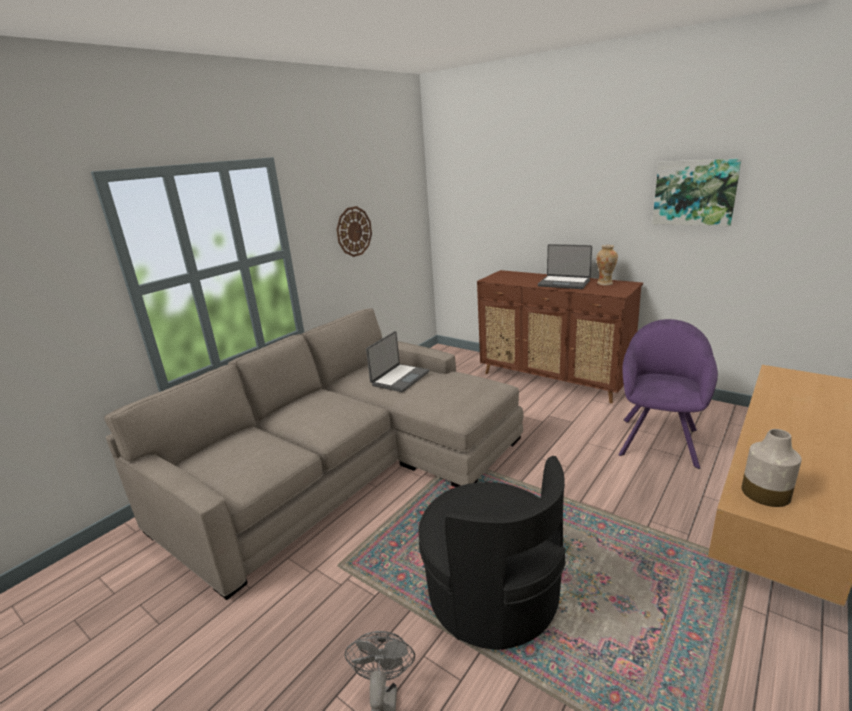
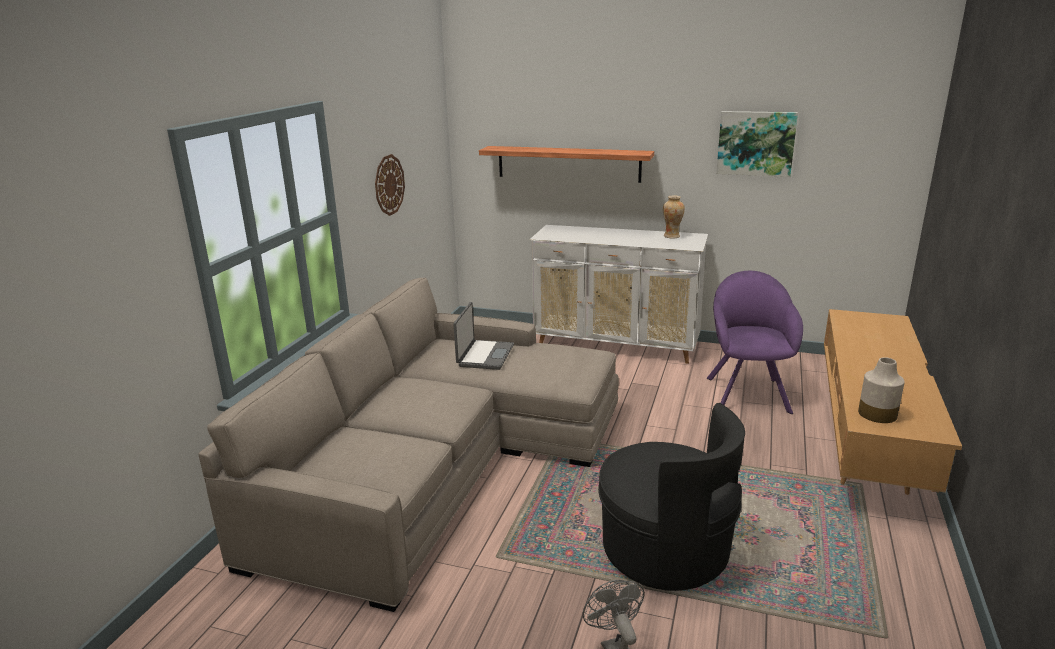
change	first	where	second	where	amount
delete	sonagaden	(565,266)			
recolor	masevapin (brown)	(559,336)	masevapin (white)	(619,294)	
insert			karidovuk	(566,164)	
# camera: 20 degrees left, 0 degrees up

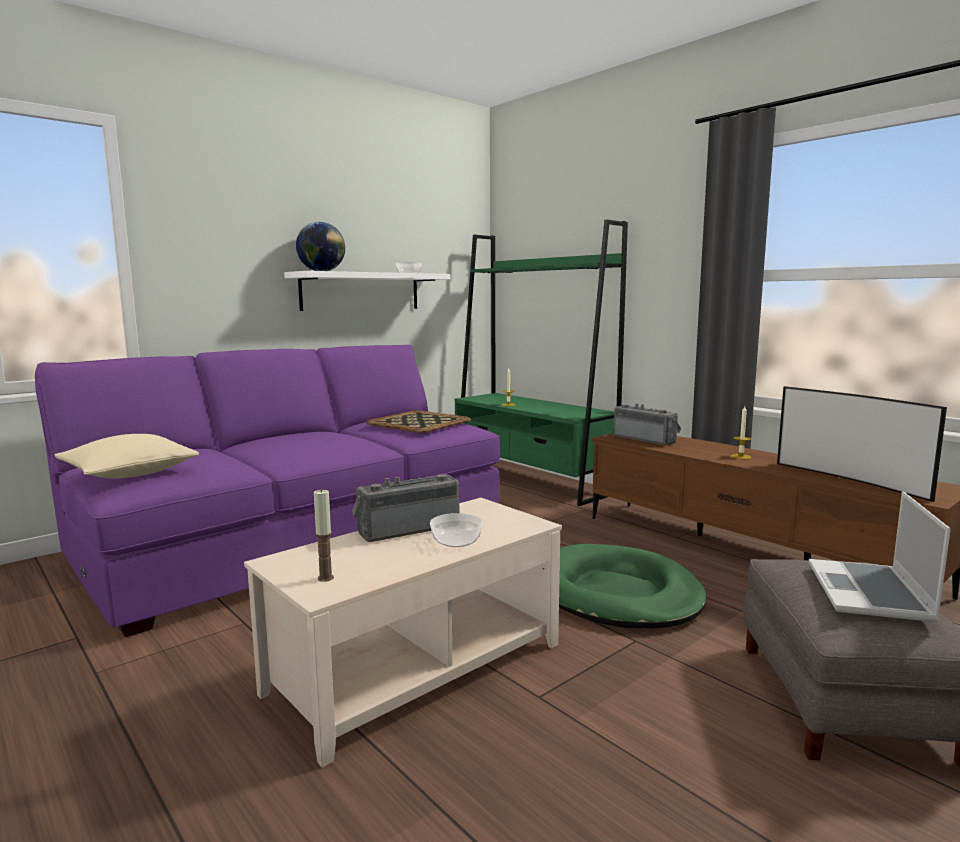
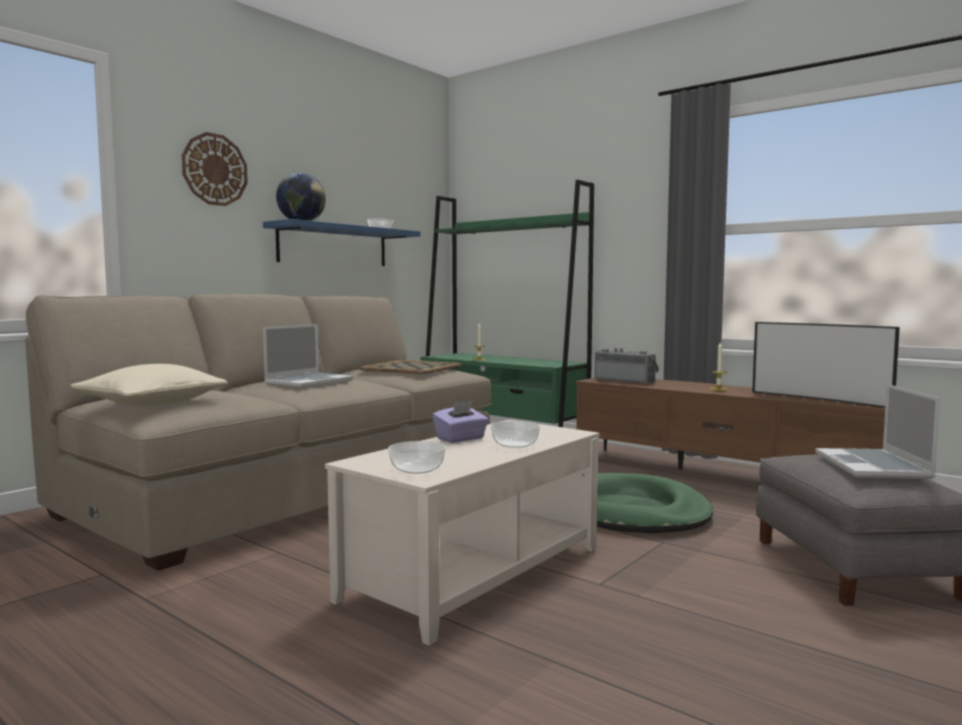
change	first	where	second	where	amount
recolor	karidovuk (white)	(367,291)	karidovuk (blue)	(342,242)	
recolor	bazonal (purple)	(267,491)	bazonal (beige)	(258,432)	
replace	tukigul	(405,508)	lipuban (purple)	(460,421)	
replace	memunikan	(324,535)	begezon	(417,457)	
insert			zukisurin	(215,169)	
insert			sonagaden	(308,356)	
# camera: 10 degrees left, 5 degrees down

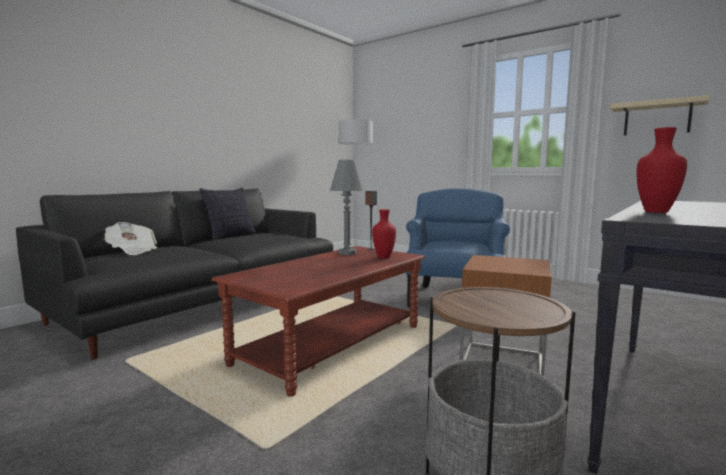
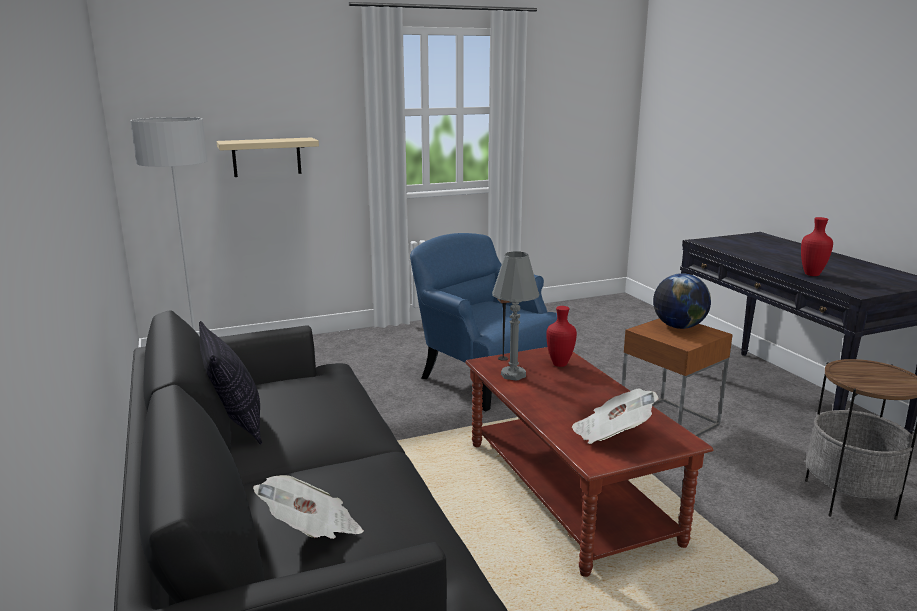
change	first	where	second	where	amount
move	karidovuk (beige)	(660,115)		(267,157)	
insert			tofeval	(682,301)	
insert			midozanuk	(615,416)	
# camera: 60 degrees left, 10 degrees up

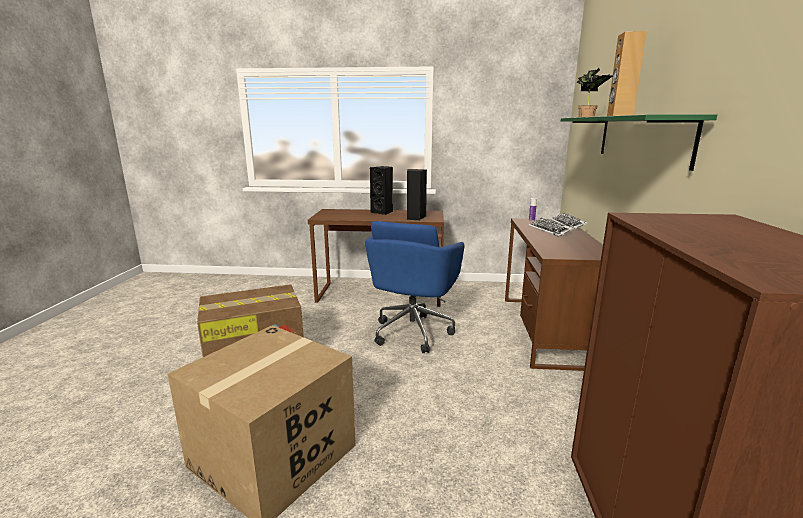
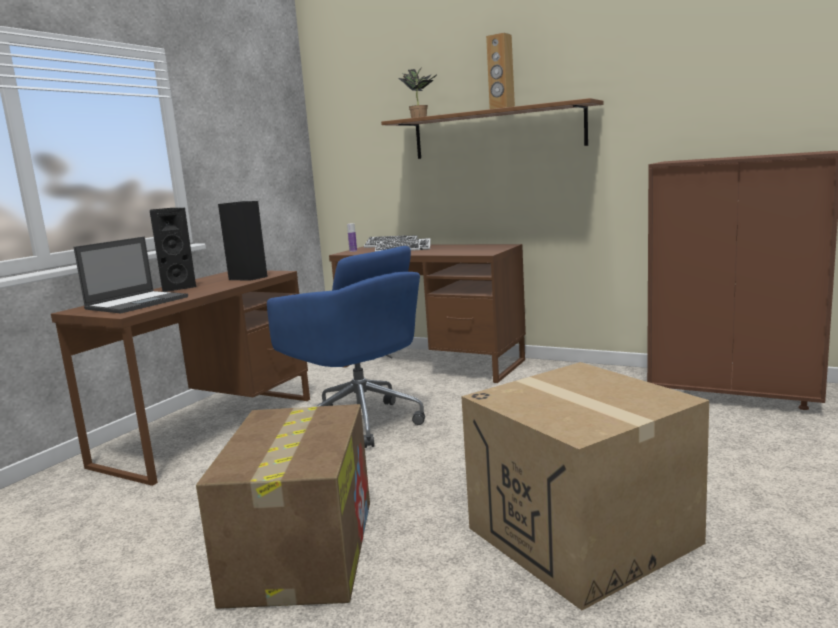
change	first	where	second	where	amount
recolor	karidovuk (green)	(639,142)	karidovuk (brown)	(492,128)	
insert			sonagaden	(131,275)	
# camera: 65 degrees left, 5 degrees down

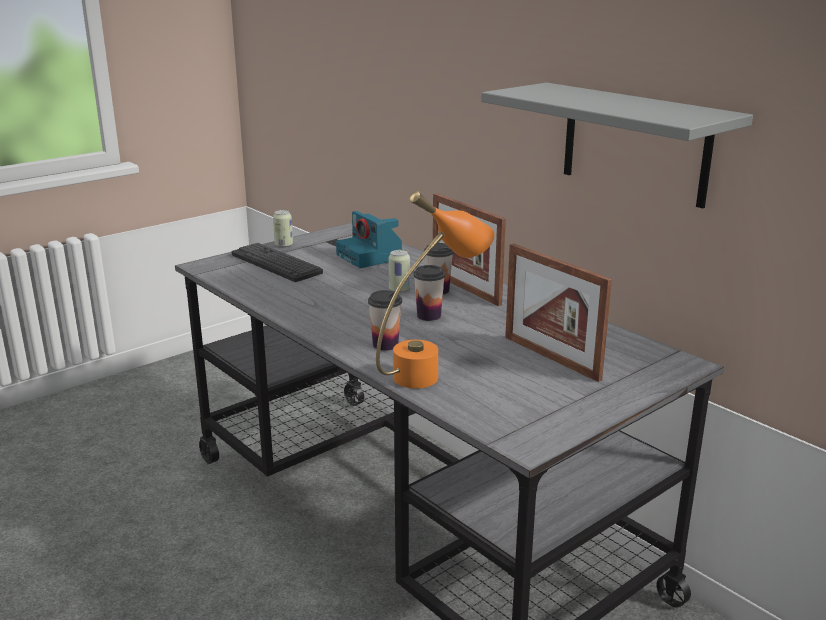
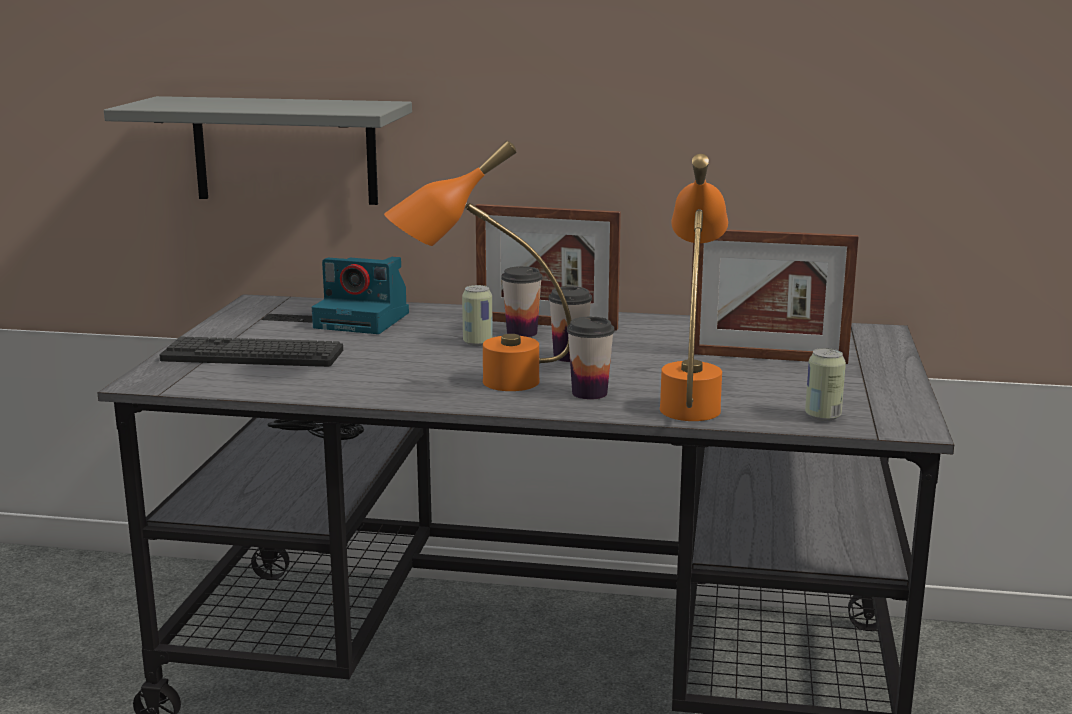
change	first	where	second	where	amount
move	karidovuk (grey)	(617,145)		(258,150)	
move	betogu	(283,229)		(825,384)	
insert			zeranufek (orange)	(477,266)	
# camera: 40 degrees left, 5 degrees down

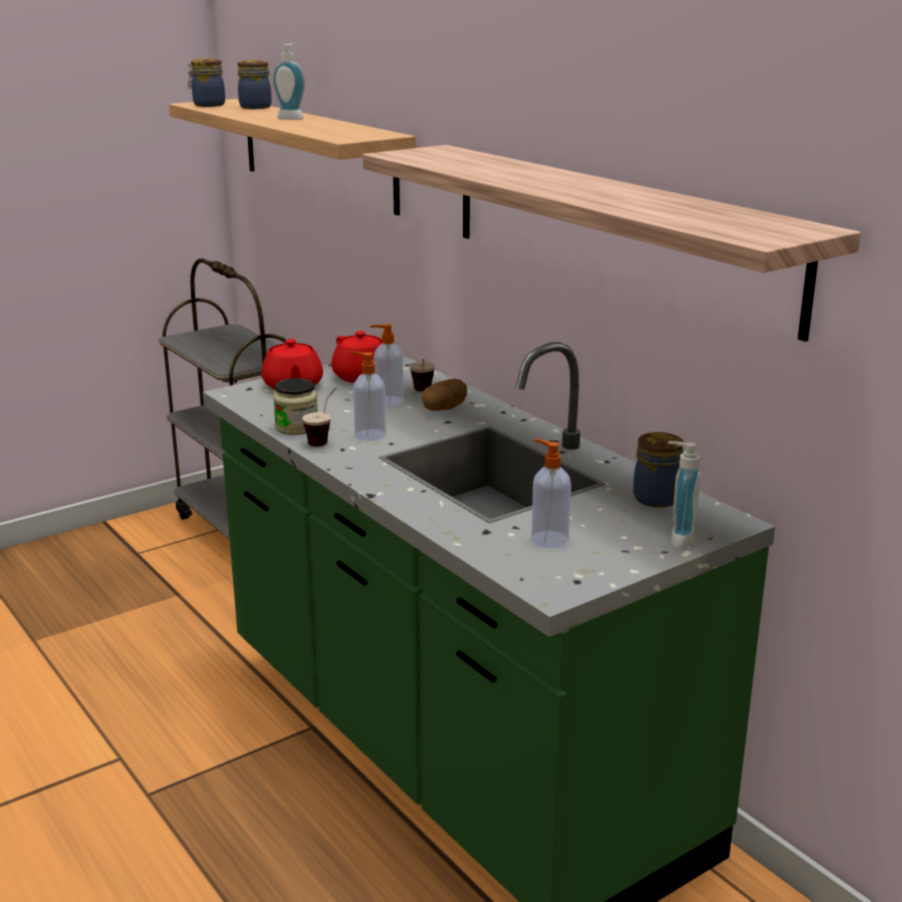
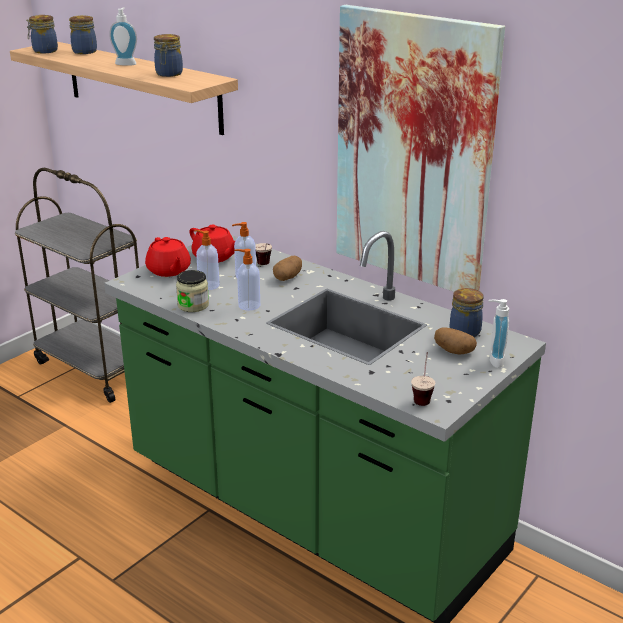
change	first	where	second	where	amount
replace	karidovuk	(612,243)	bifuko	(420,148)	
move	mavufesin	(319,416)		(423,379)	
move	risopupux	(551,493)		(207,260)	
insert			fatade	(168,55)	
insert			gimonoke	(455,340)	
# camera: 15 degrees left, 5 degrees up

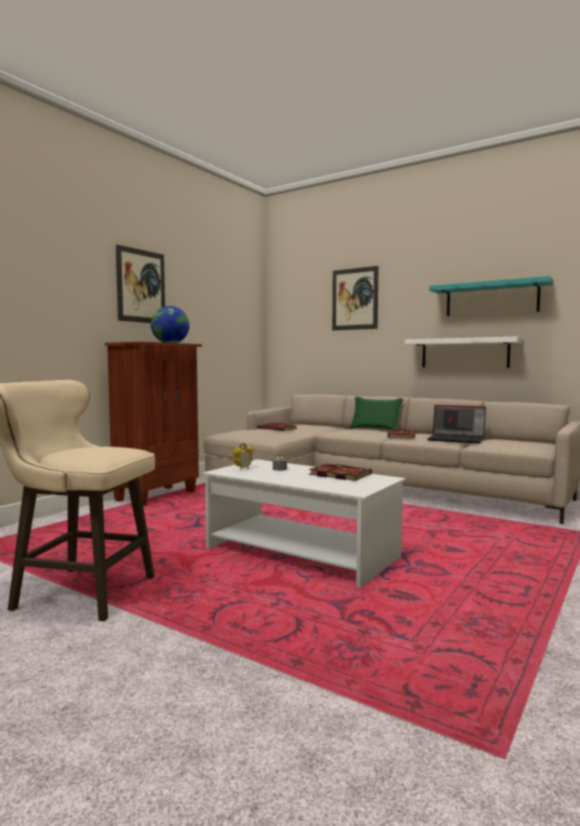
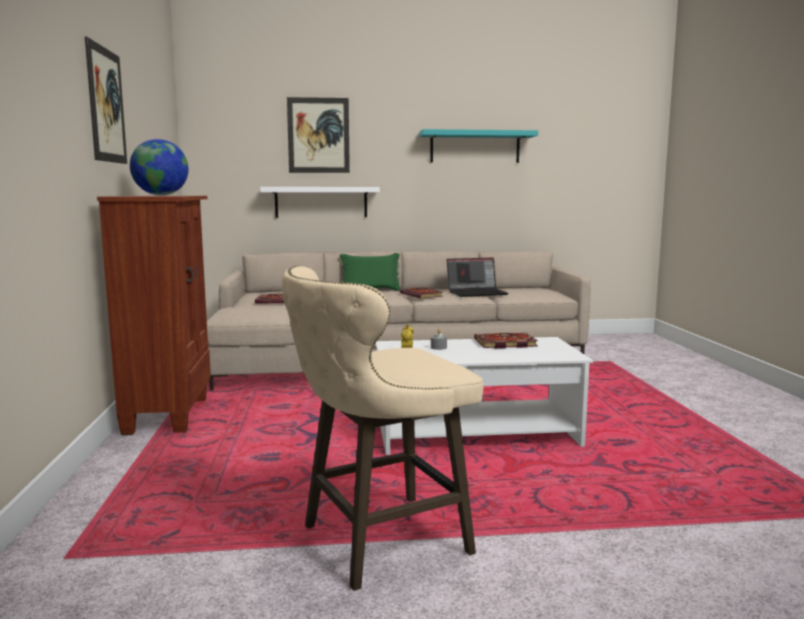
change	first	where	second	where	amount
move	karidovuk (white)	(464,352)		(320,202)	
# camera: 40 degrees left, 5 degrees up

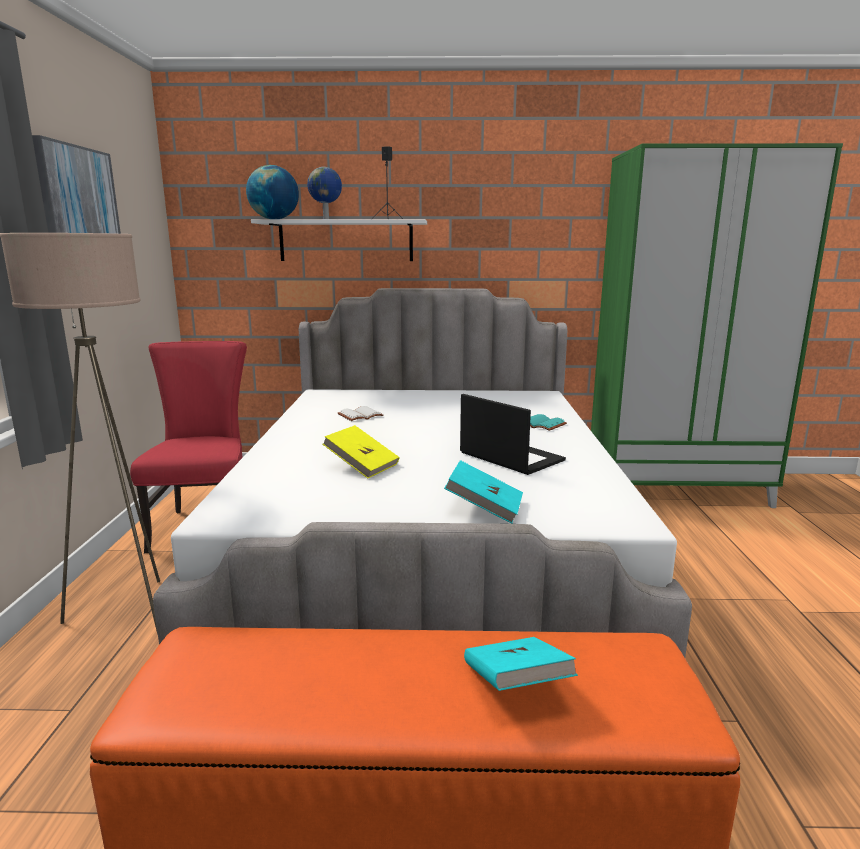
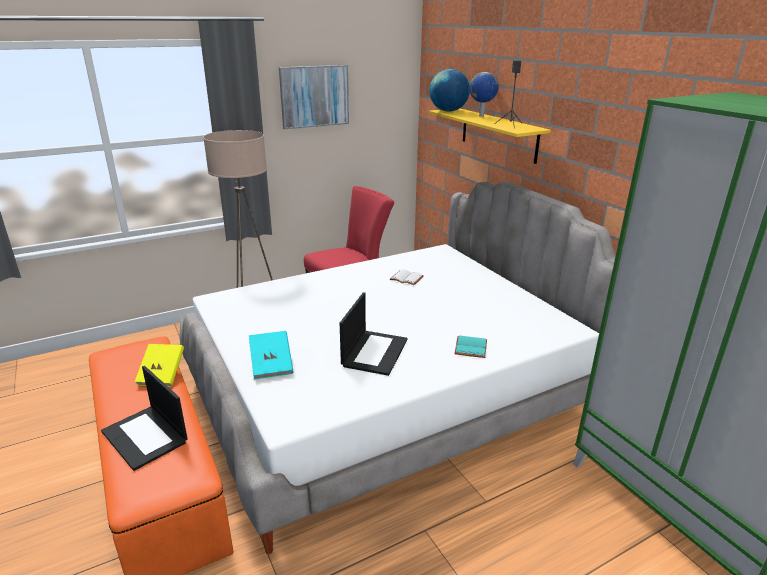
change	first	where	second	where	amount
recolor	karidovuk (white)	(339,240)	karidovuk (yellow)	(490,136)	
move	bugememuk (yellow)	(360,451)		(159,365)	
replace	bugememuk (turquoise)	(521,664)	sonagaden	(144,418)	
# camera: 60 degrees right, 10 degrees up

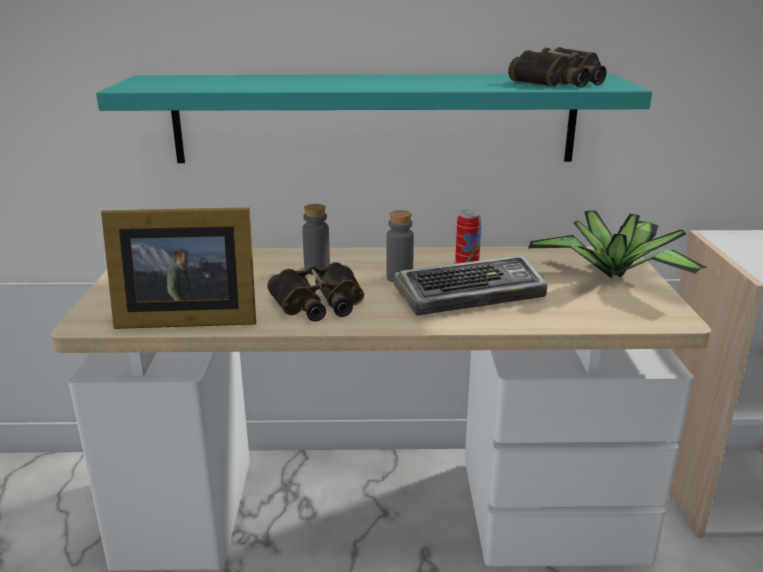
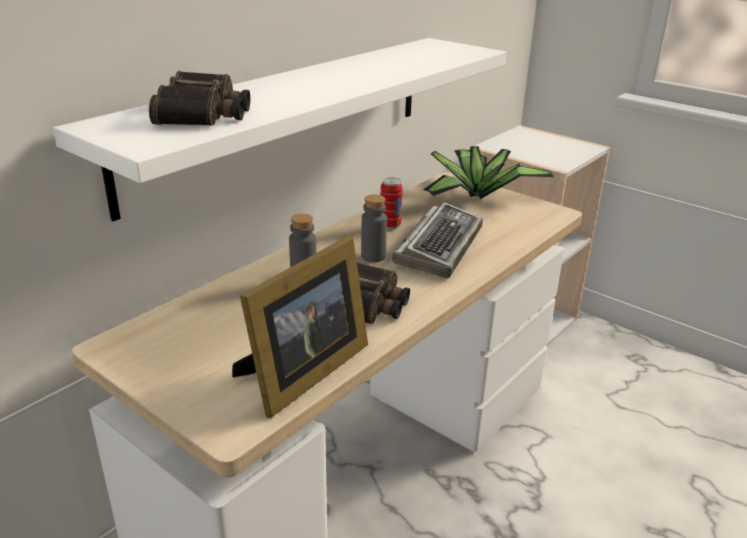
change	first	where	second	where	amount
move	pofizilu	(557,67)		(199,98)	
recolor	karidovuk (turquoise)	(374,118)	karidovuk (white)	(280,129)	
# camera: 50 degrees left, 5 degrees up

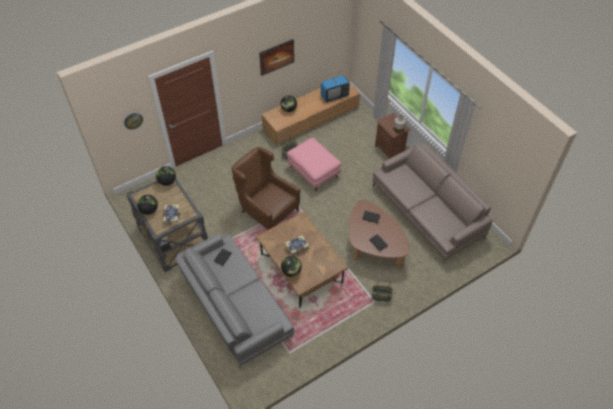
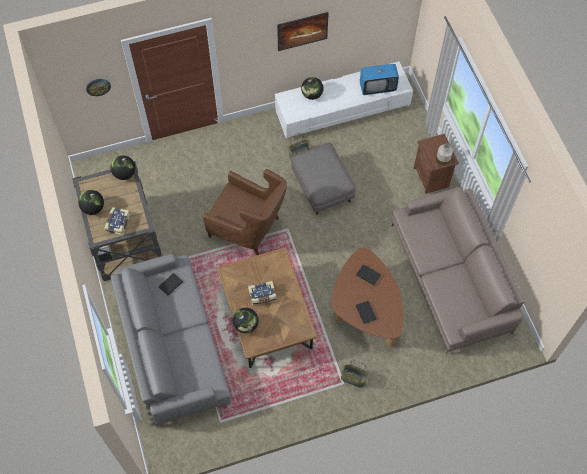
change	first	where	second	where	amount
recolor	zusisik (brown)	(310,115)	zusisik (white)	(344,100)	
recolor	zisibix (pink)	(314,164)	zisibix (grey)	(323,179)	
rotate	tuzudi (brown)	(266,188)		(245,212)	150 degrees clockwise
# camera: 15 degrees right, 10 degrees up

